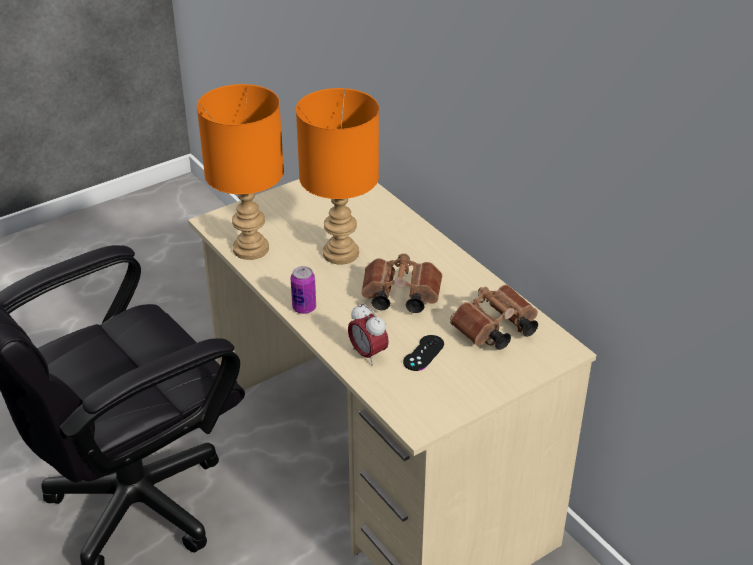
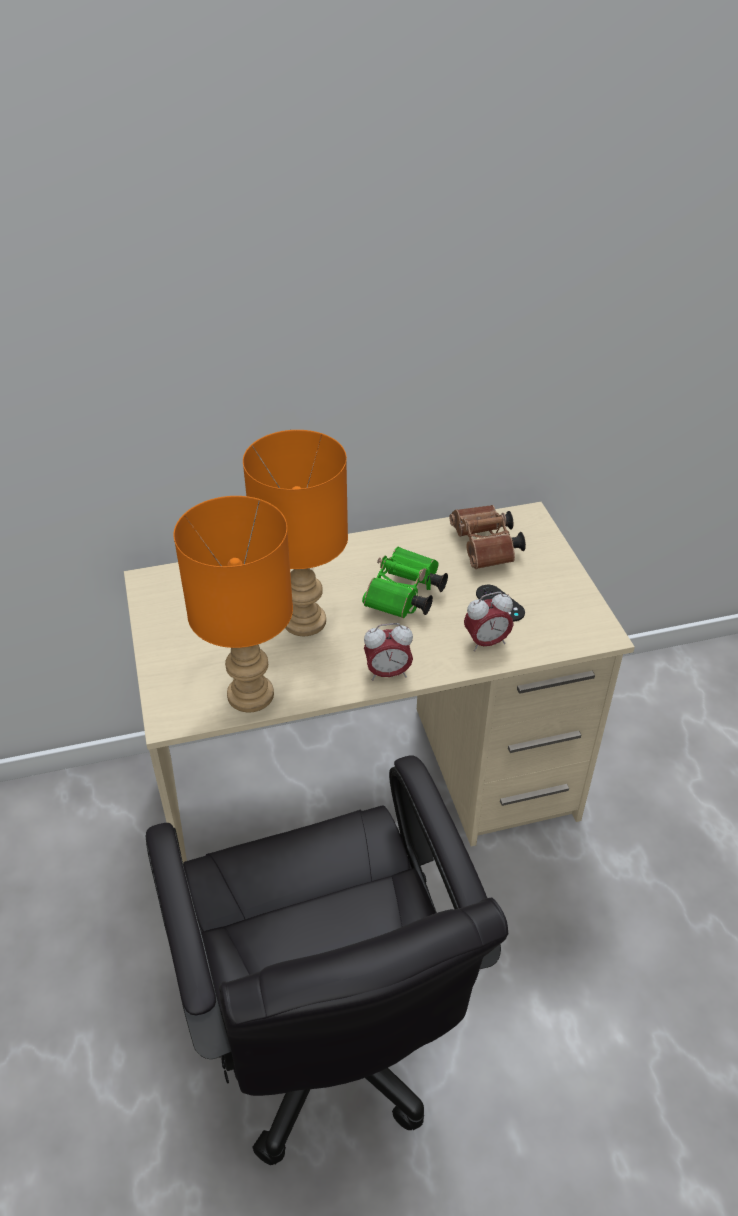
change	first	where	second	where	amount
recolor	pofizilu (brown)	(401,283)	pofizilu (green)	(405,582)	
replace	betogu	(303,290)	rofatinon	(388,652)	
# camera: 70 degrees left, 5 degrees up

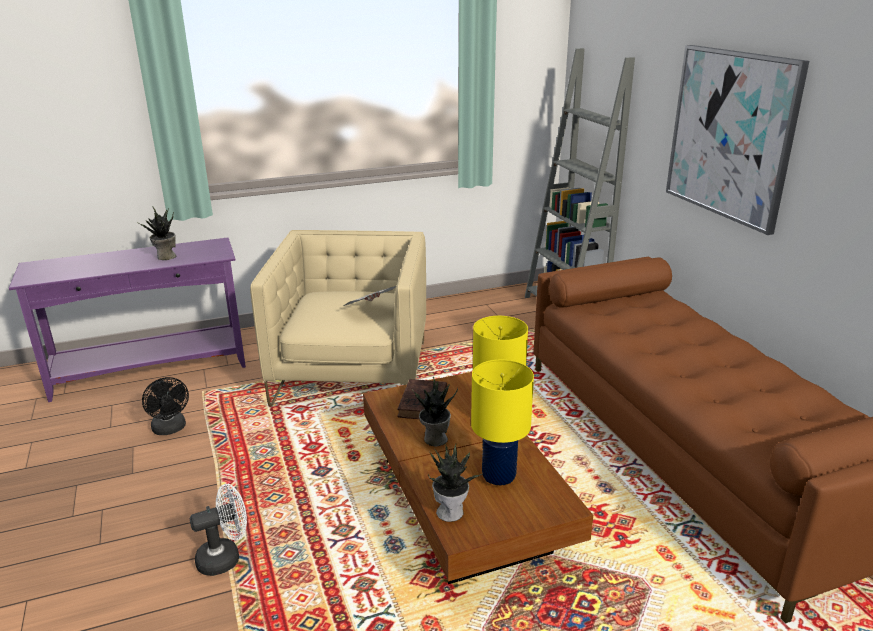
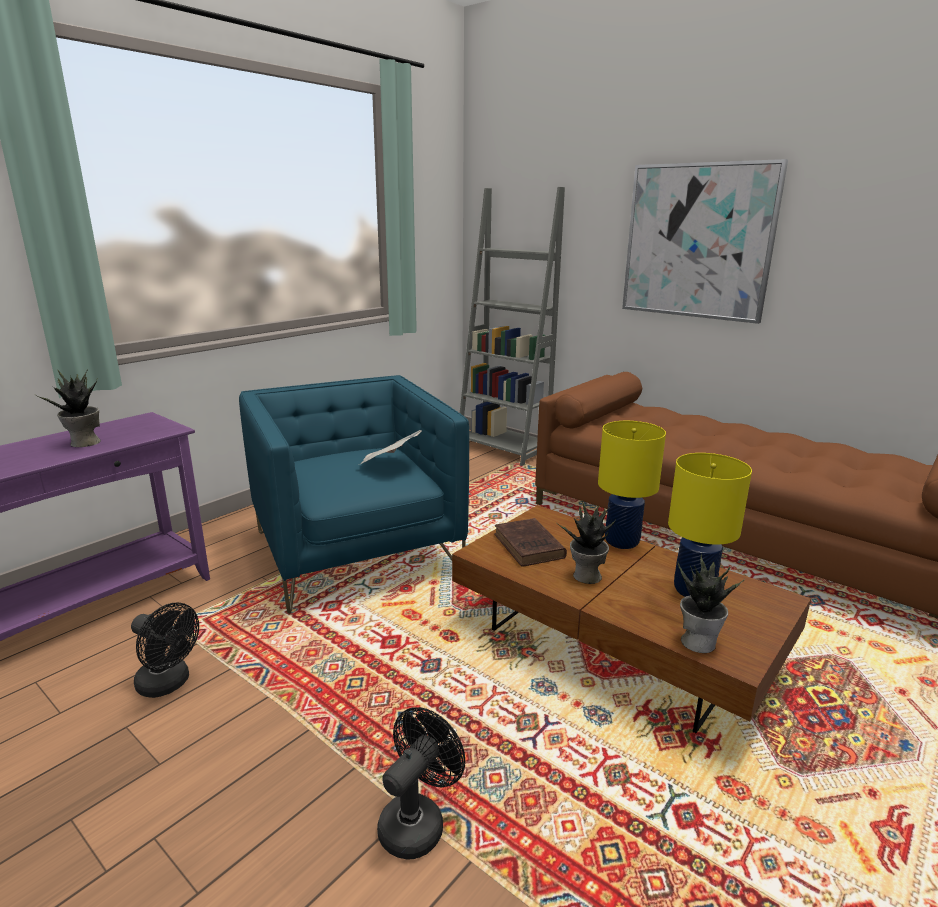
change	first	where	second	where	amount
recolor	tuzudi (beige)	(338,318)	tuzudi (blue)	(354,494)	
recolor	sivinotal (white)	(218,530)	sivinotal (black)	(421,783)	
# camera: 30 degrees left, 5 degrees down

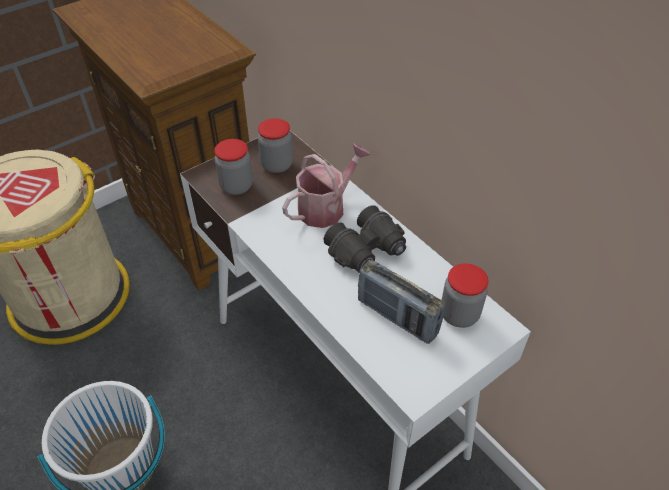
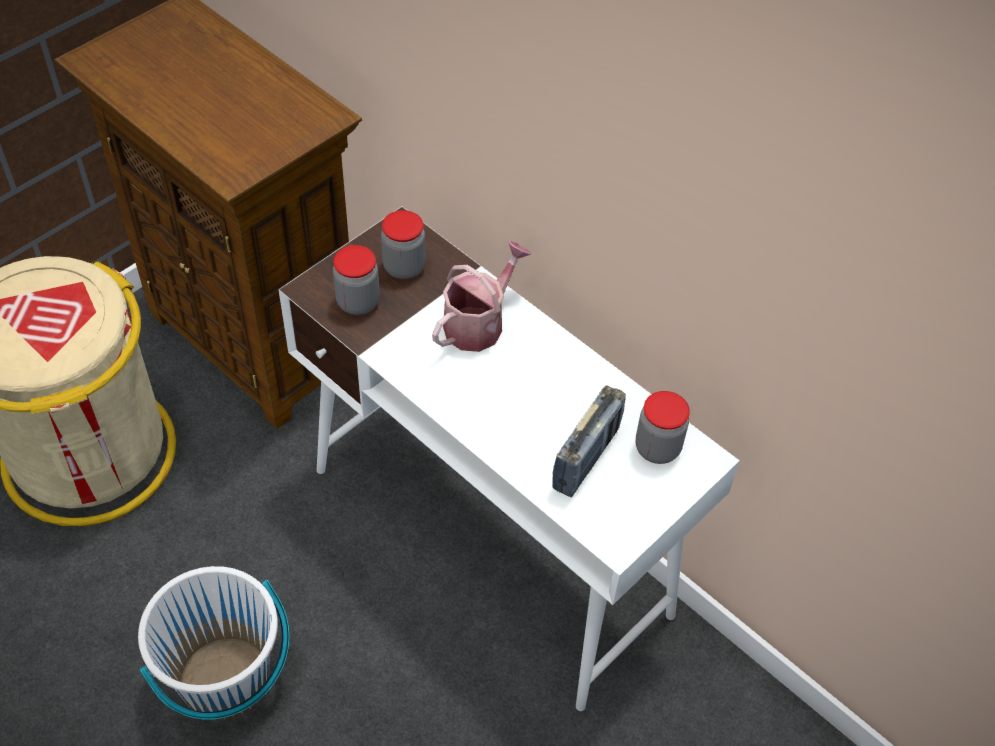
change	first	where	second	where	amount
delete	pofizilu (black)	(364,239)			
rotate	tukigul	(401,301)		(589,441)	90 degrees counterclockwise
# camera: 10 degrees left, 5 degrees up

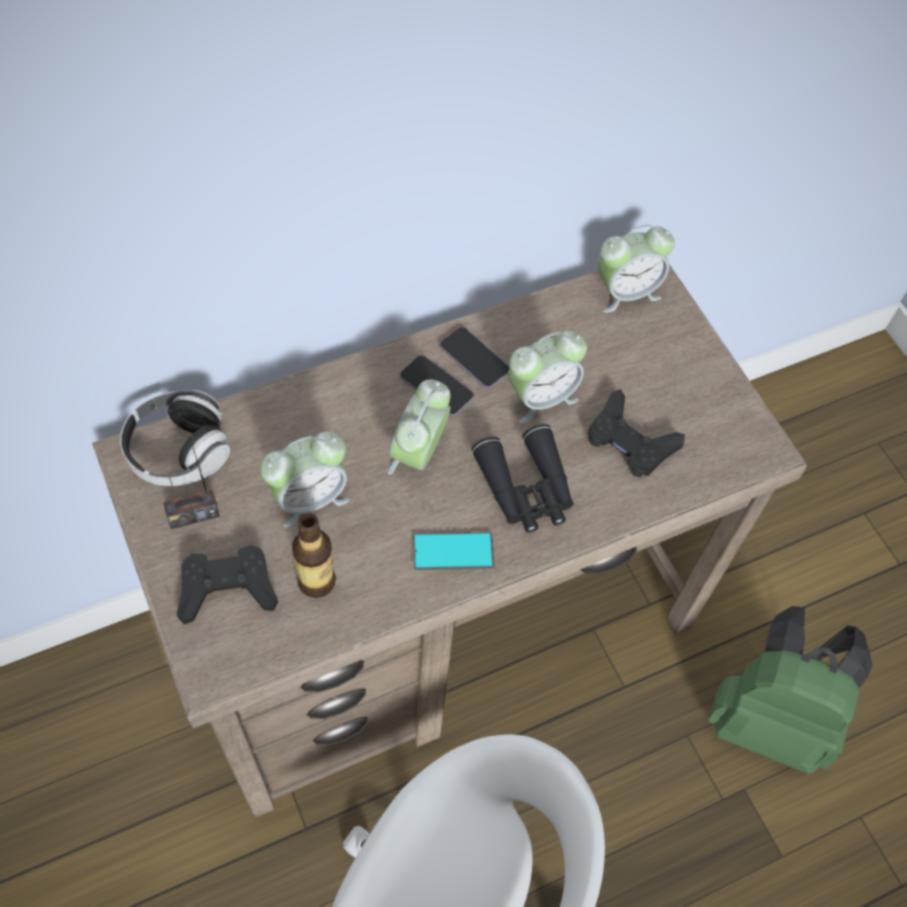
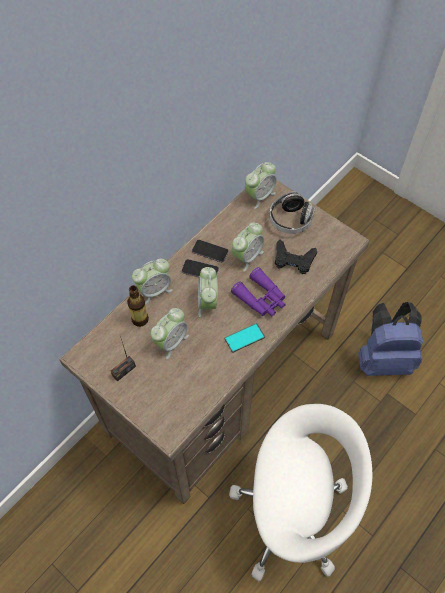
change	first	where	second	where	amount
move	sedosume	(175,438)		(292,212)	
recolor	pofizilu (black)	(523,478)	pofizilu (purple)	(258,292)	
move	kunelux	(314,555)		(138,306)	
delete	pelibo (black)	(227,584)			
recolor	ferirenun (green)	(791,690)	ferirenun (blue)	(390,339)	
insert			rofatinon	(152,281)	
# camera: 20 degrees left, 0 degrees up

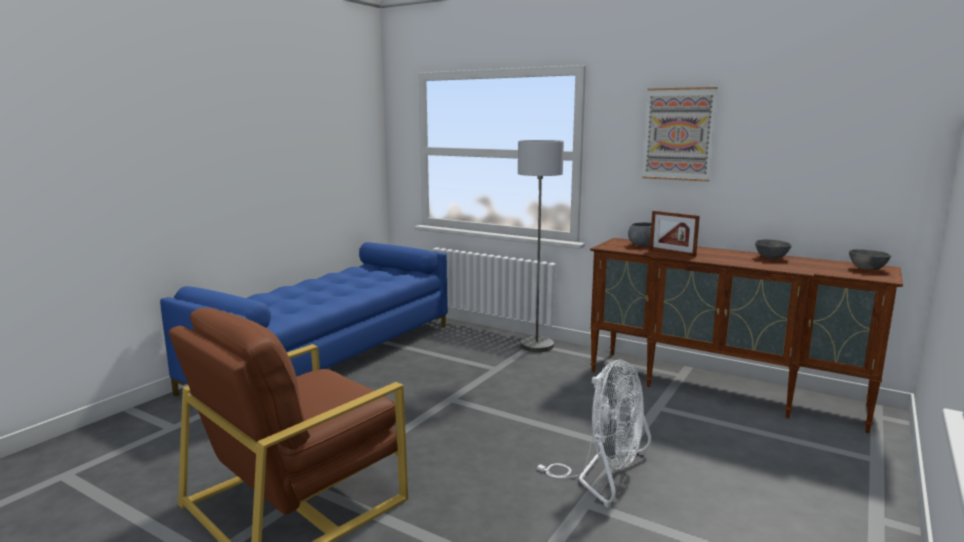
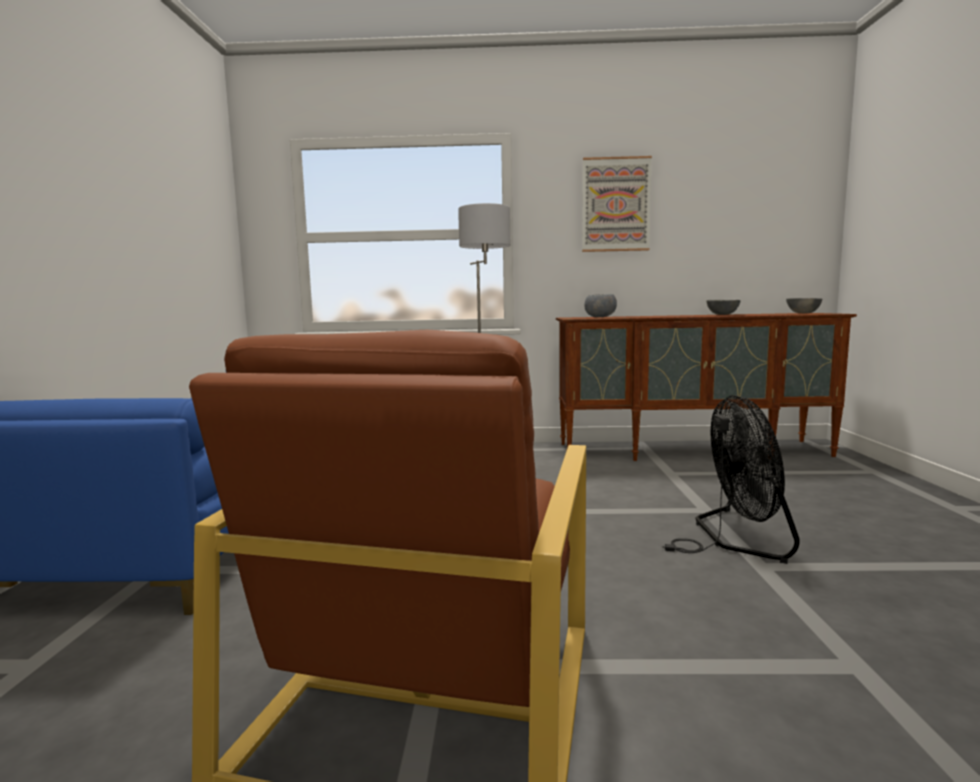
change	first	where	second	where	amount
delete	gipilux	(675,234)			
recolor	sivinotal (white)	(593,434)	sivinotal (black)	(731,479)	
# camera: 30 degrees left, 5 degrees down

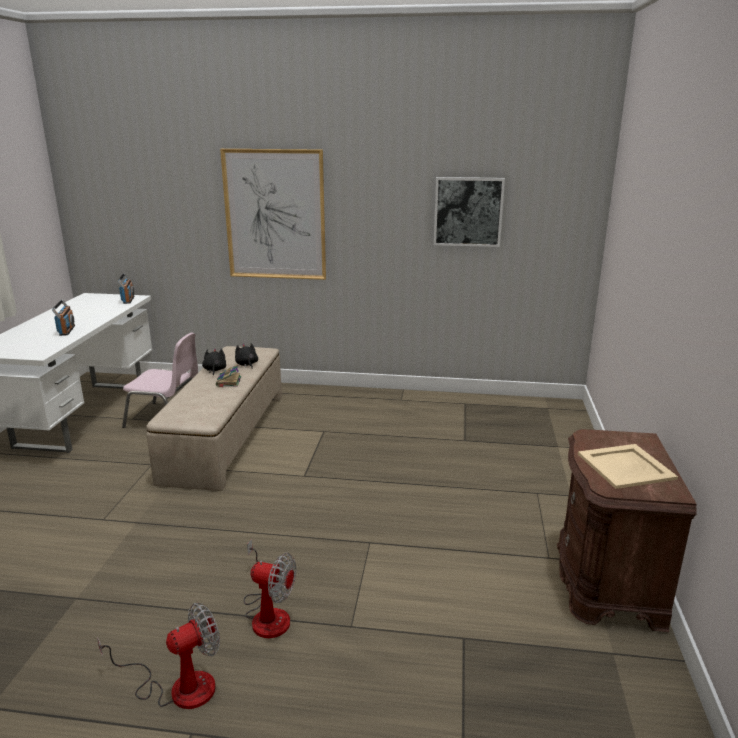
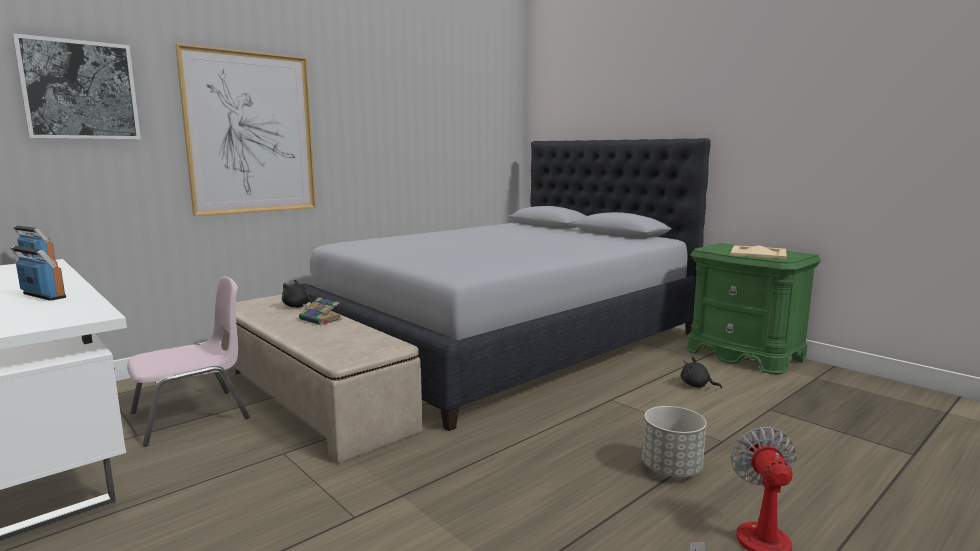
change	first	where	second	where	amount
move	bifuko	(469,212)		(76,86)	
move	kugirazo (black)	(214,362)		(701,373)	
recolor	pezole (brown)	(627,530)	pezole (green)	(753,308)	
replace	sivinotal	(270,588)	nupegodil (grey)	(674,441)	
insert			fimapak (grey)	(506,284)	
# camera: 50 degrees left, 10 degrees down

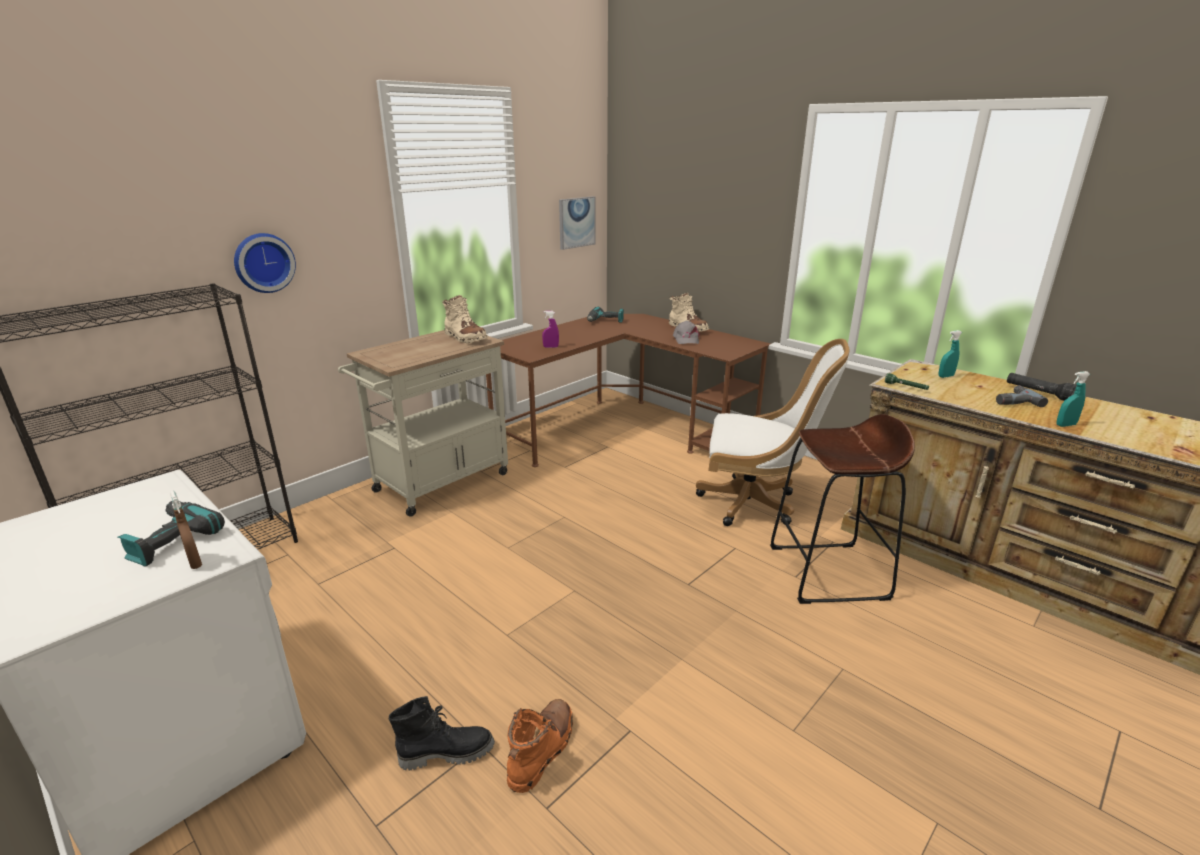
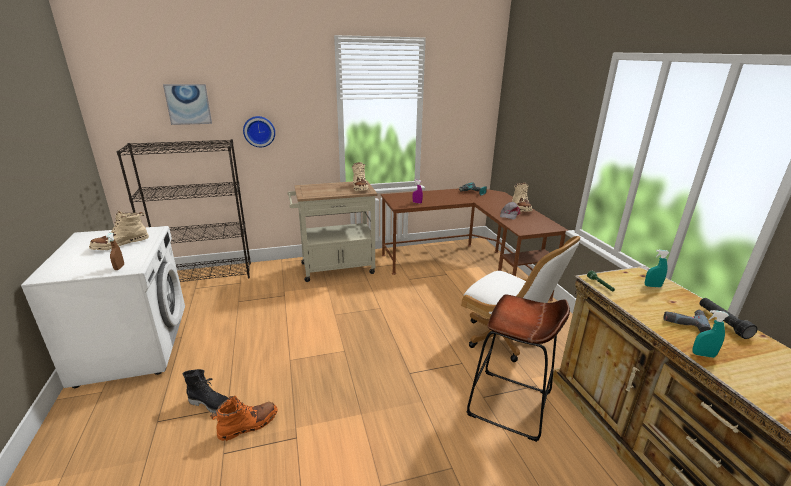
change	first	where	second	where	amount
move	bifuko	(577,223)		(187,104)	
delete	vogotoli	(171,533)			
insert			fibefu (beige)	(119,230)	
# camera: 30 degrees right, 0 degrees up

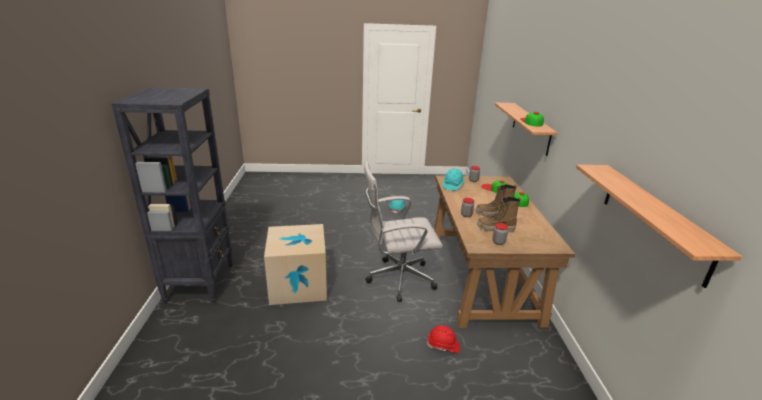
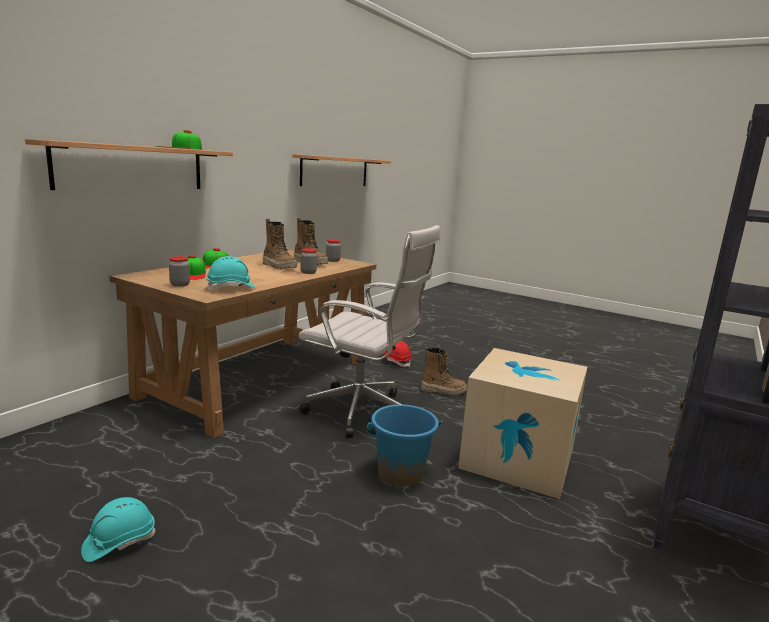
change	first	where	second	where	amount
insert			fibefu	(444,371)	
insert			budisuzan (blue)	(404,445)	
# camera: 145 degrees left, 10 degrees down

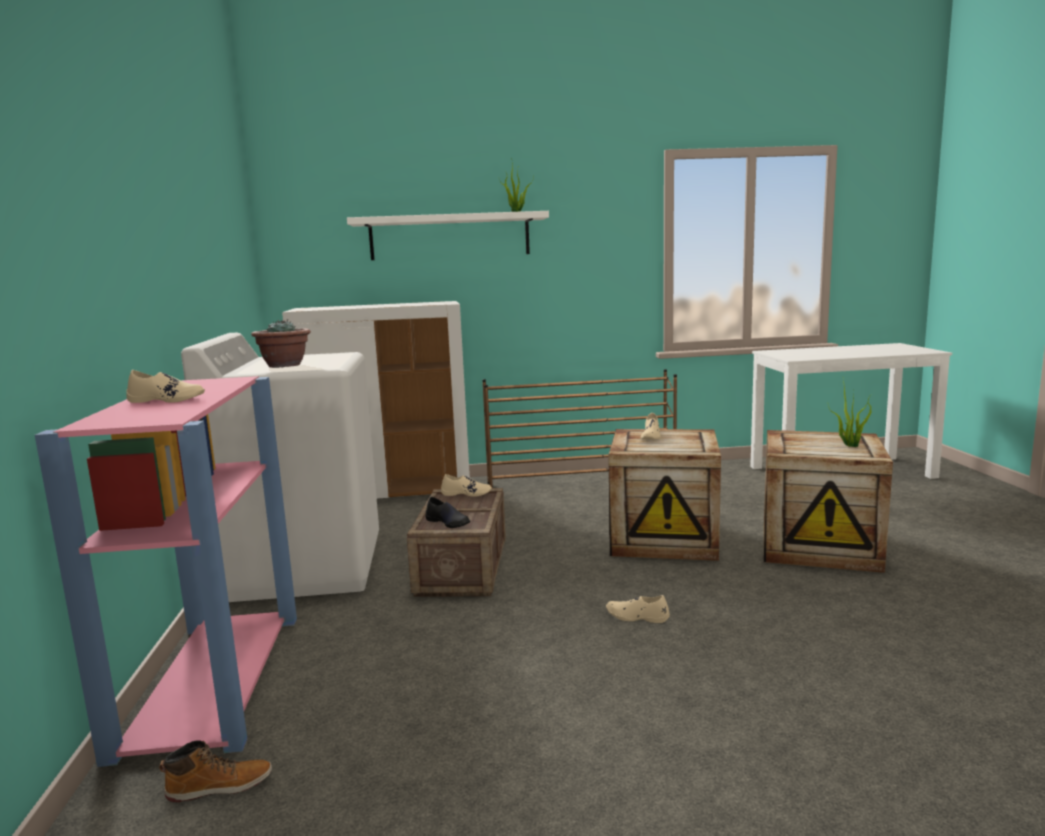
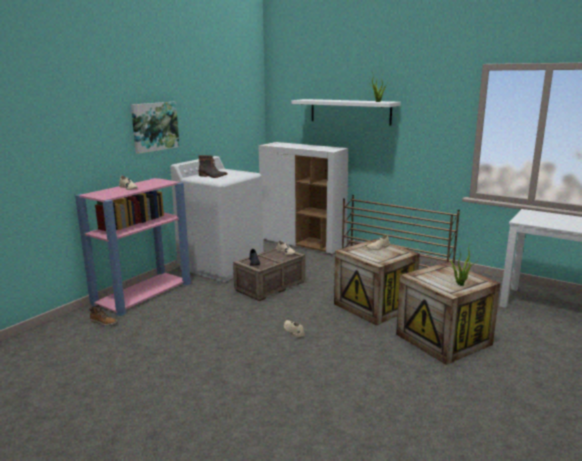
change	first	where	second	where	amount
replace	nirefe	(281,343)	fibefu	(213,166)	
insert			bifuko	(155,128)	
# camera: 40 degrees right, 5 degrees up

